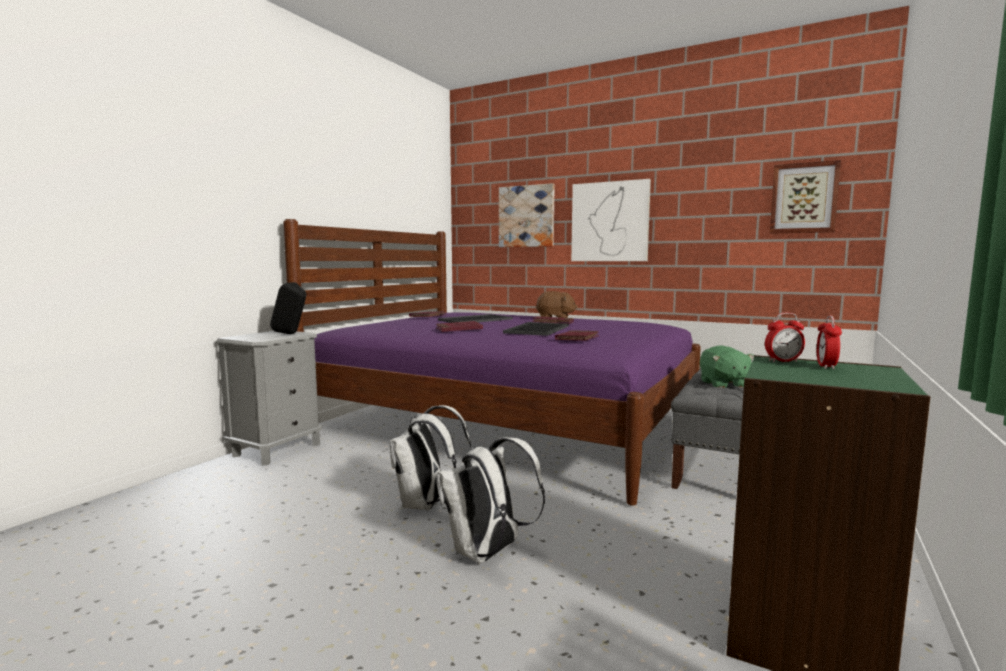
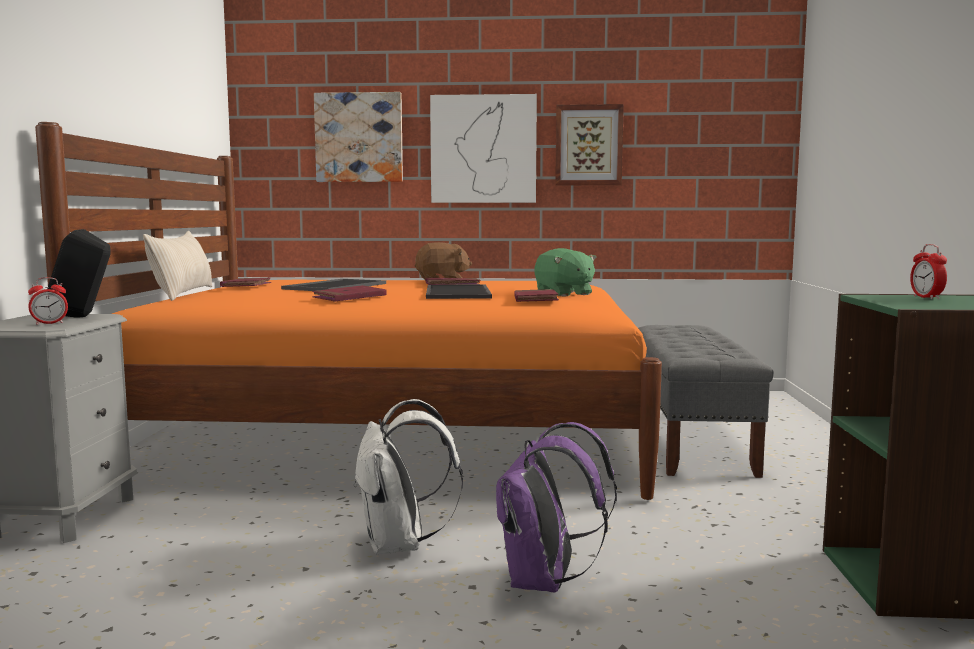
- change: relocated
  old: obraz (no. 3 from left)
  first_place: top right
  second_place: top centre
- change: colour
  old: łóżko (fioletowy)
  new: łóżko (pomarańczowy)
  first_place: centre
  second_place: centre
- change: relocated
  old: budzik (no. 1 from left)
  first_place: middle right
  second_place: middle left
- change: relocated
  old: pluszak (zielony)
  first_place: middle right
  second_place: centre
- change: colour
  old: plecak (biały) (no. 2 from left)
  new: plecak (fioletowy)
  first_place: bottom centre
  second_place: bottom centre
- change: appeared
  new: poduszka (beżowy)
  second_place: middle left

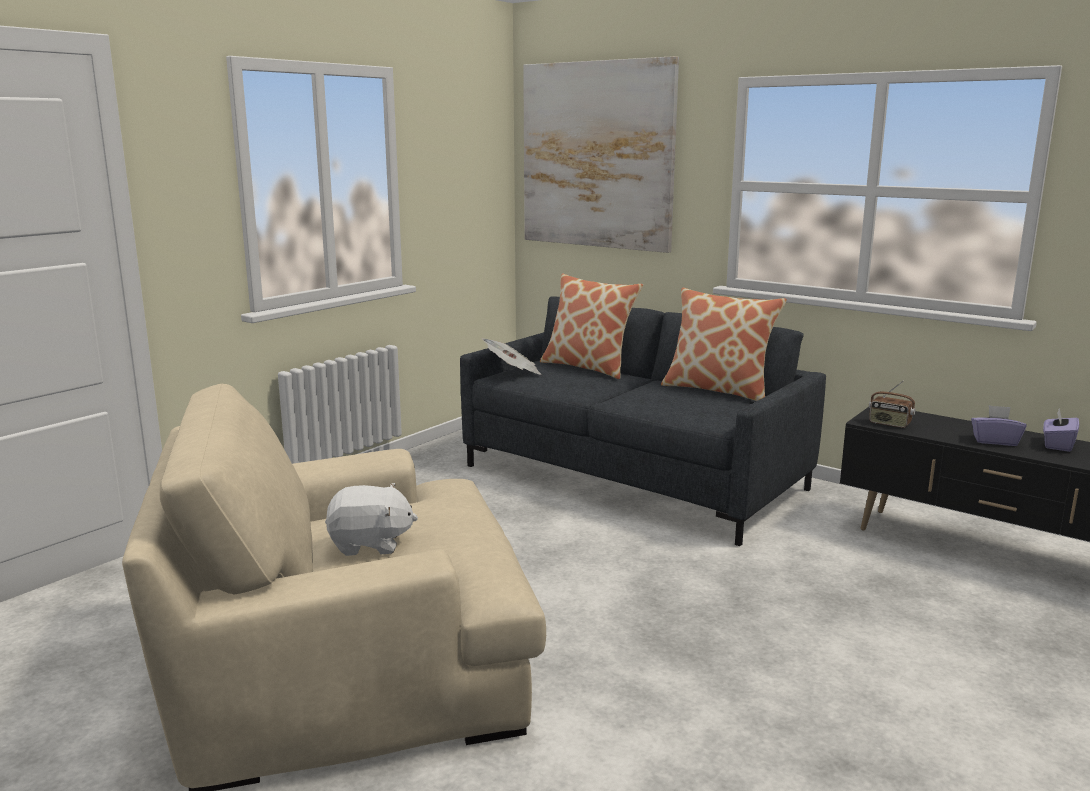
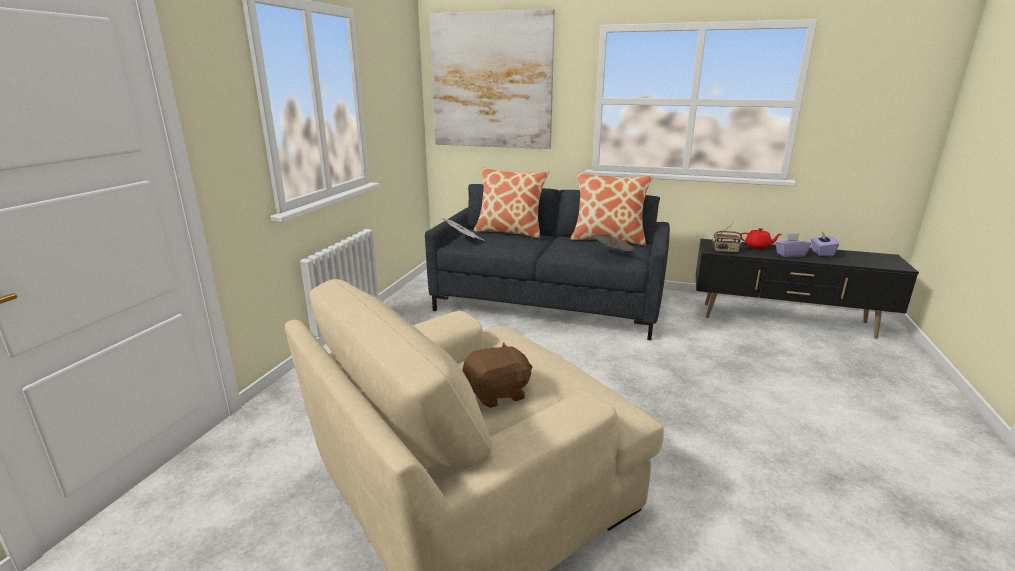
- change: colour
  old: pluszak (biały)
  new: pluszak (brązowy)
  first_place: centre
  second_place: centre
- change: appeared
  new: imbryk (czerwony)
  second_place: middle right
- change: appeared
  new: gazeta (no. 2 from left)
  second_place: centre

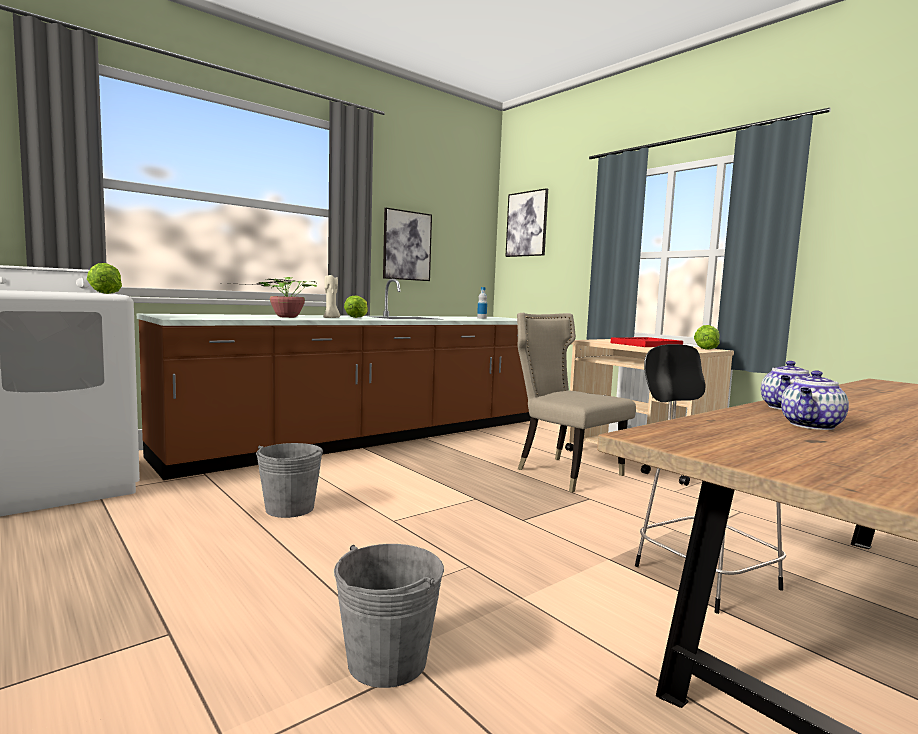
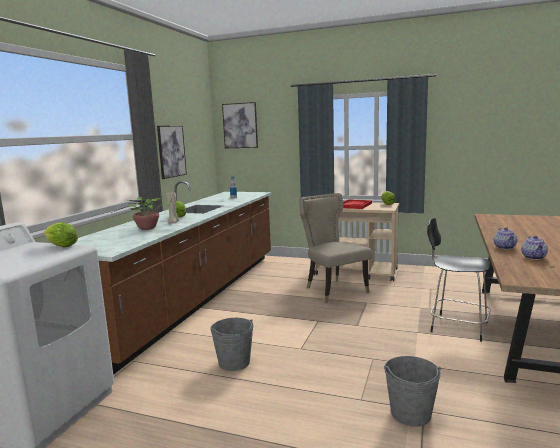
- change: spun
  old: krzesło (beżowy)
  first_place: centre
  second_place: centre
  degrees: 45

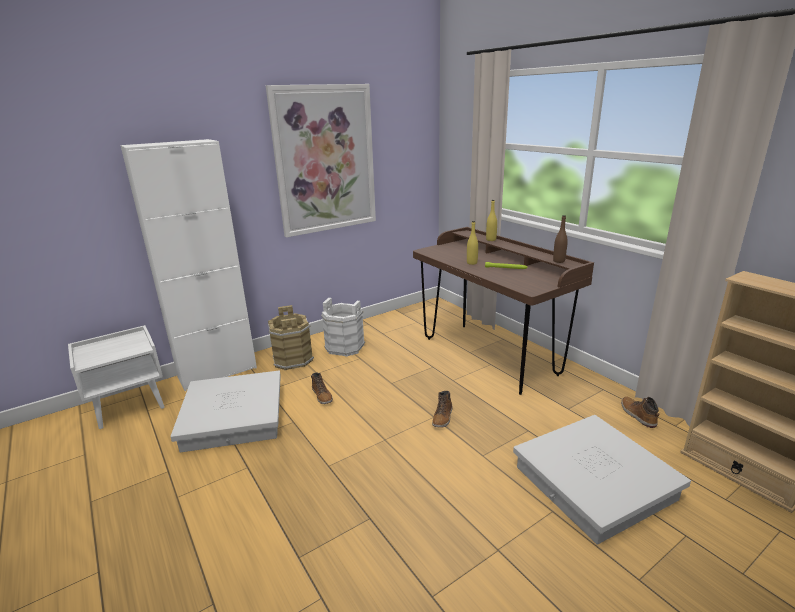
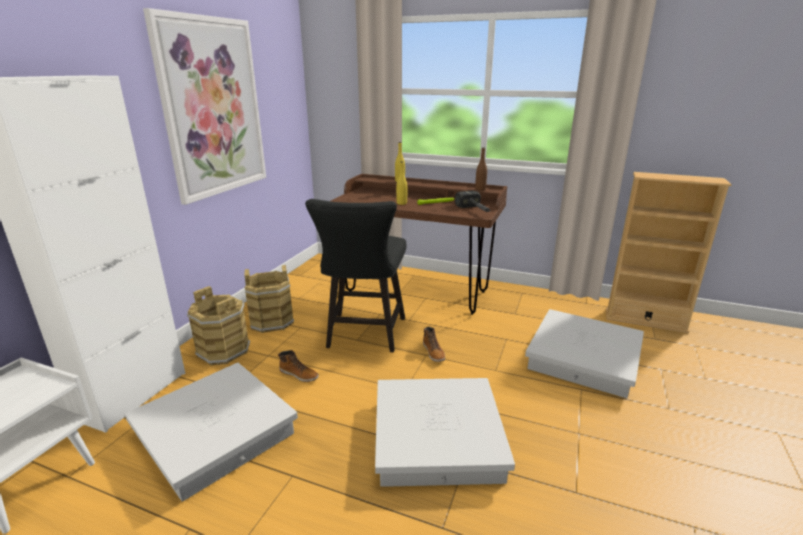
- change: colour
  old: wiadro (biały)
  new: wiadro (brązowy) (no. 2 from left)
  first_place: centre
  second_place: centre
- change: missing
  old: but z cholewką (no. 3 from left)
  first_place: bottom right
- change: appeared
  new: młotek
  second_place: centre
- change: appeared
  new: krzesło (czarny)
  second_place: centre
- change: appeared
  new: pojemnik do przechowywania (biały) (no. 2 from left)
  second_place: bottom centre

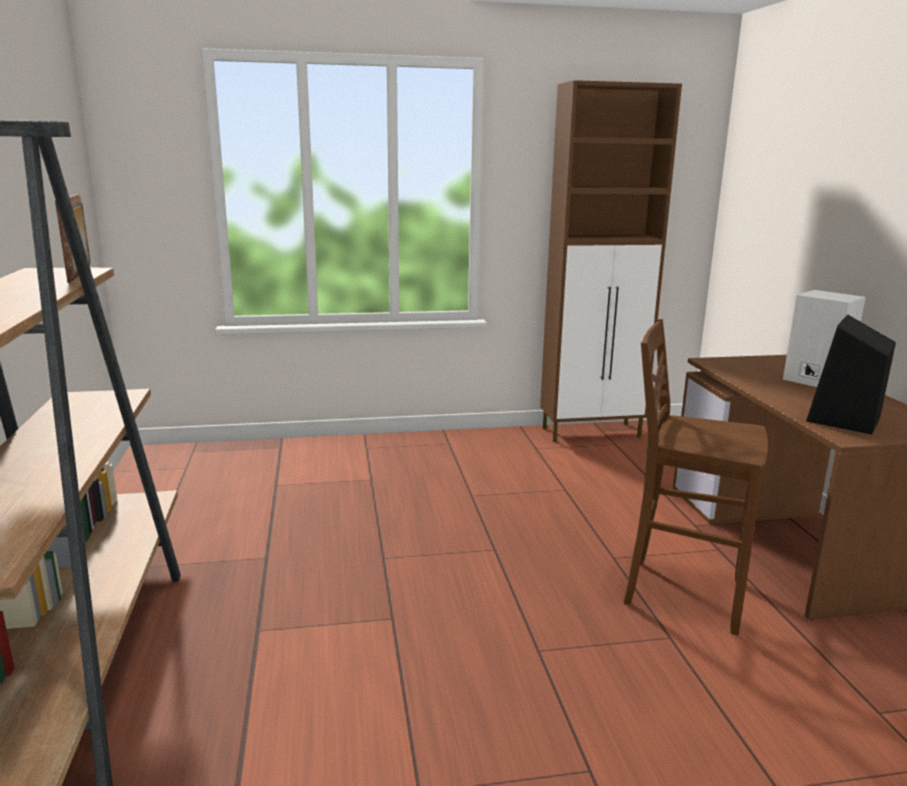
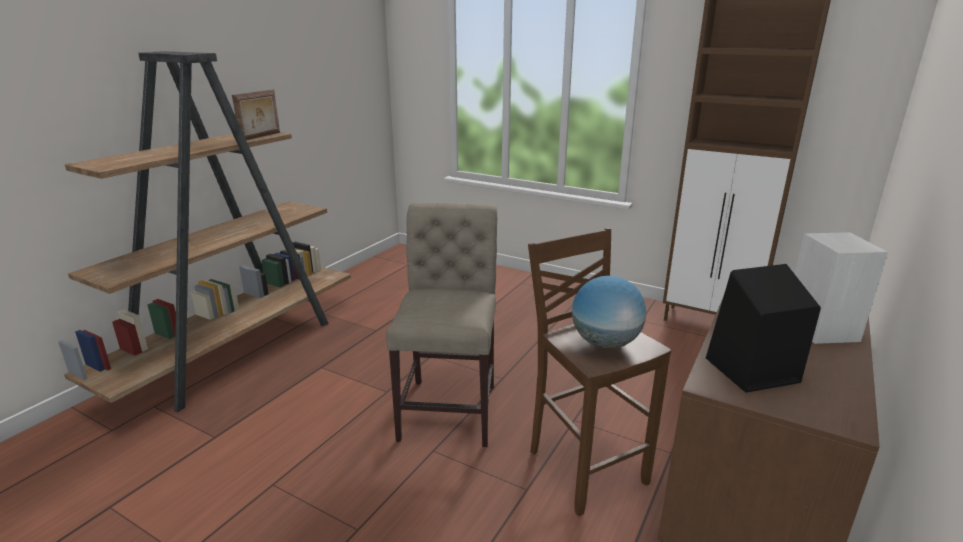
- change: appeared
  new: krzesło (beżowy)
  second_place: centre
- change: appeared
  new: globus
  second_place: centre

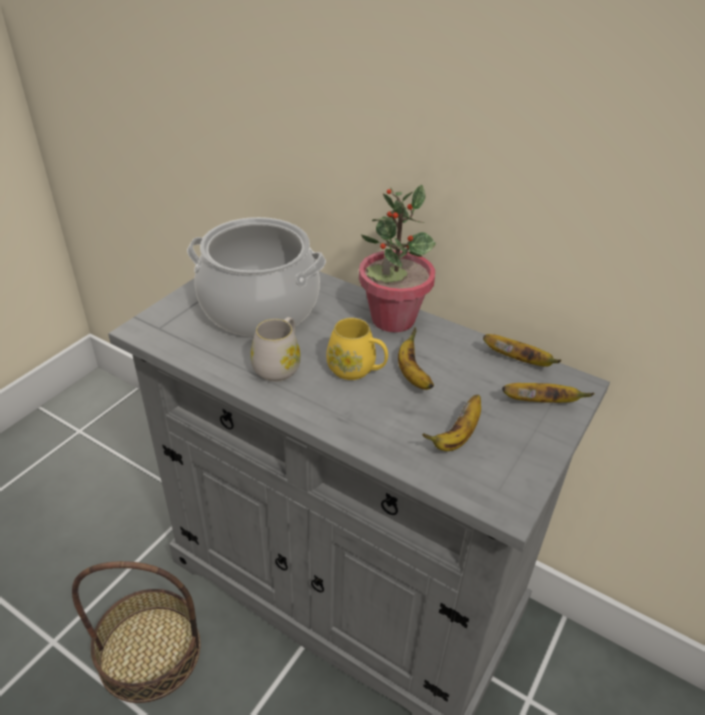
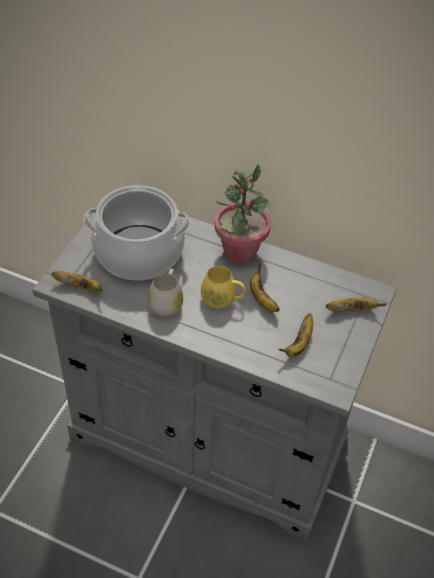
- change: relocated
  old: banan (no. 3 from left in the first image)
  new: banan (no. 1 from left)
  first_place: middle right
  second_place: middle left
- change: missing
  old: koszyk
  first_place: bottom left

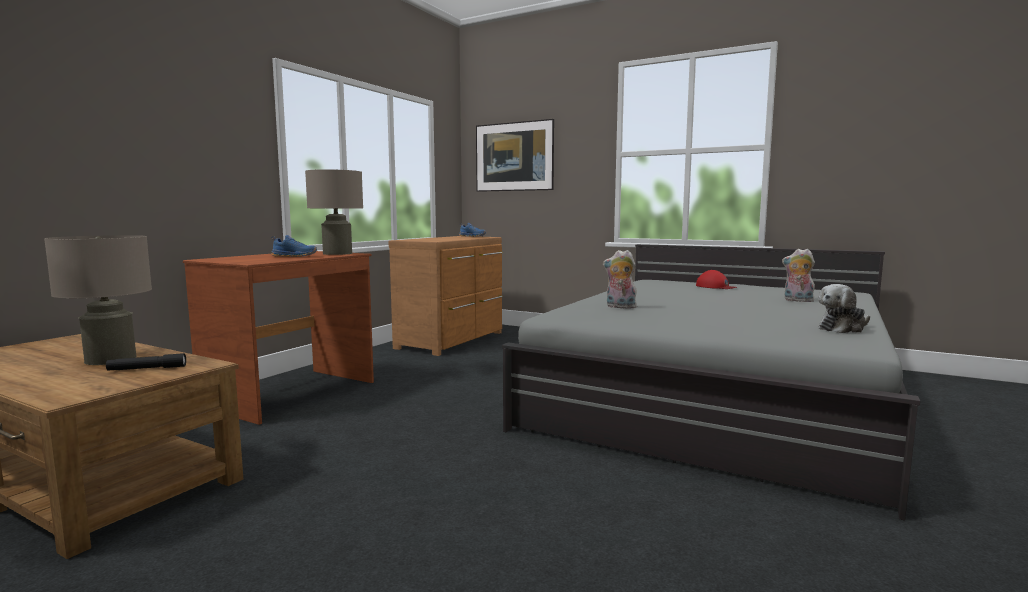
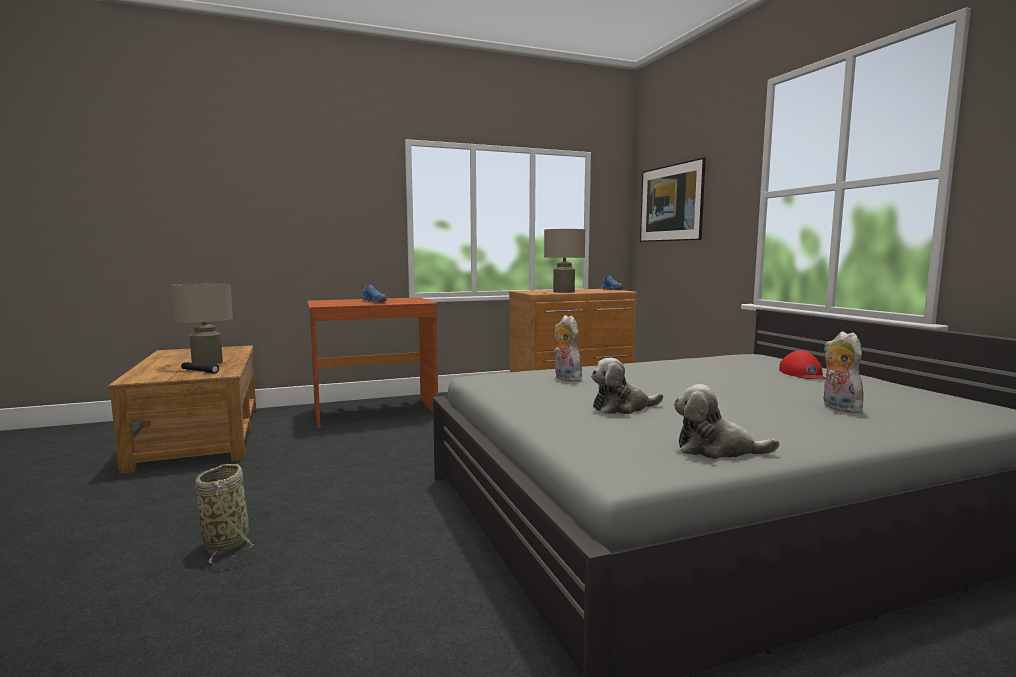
- change: relocated
  old: lampa stołowa (beżowy) (no. 2 from left)
  first_place: middle left
  second_place: centre
- change: appeared
  new: pluszak (no. 2 from left)
  second_place: centre
- change: appeared
  new: koszyk
  second_place: bottom left

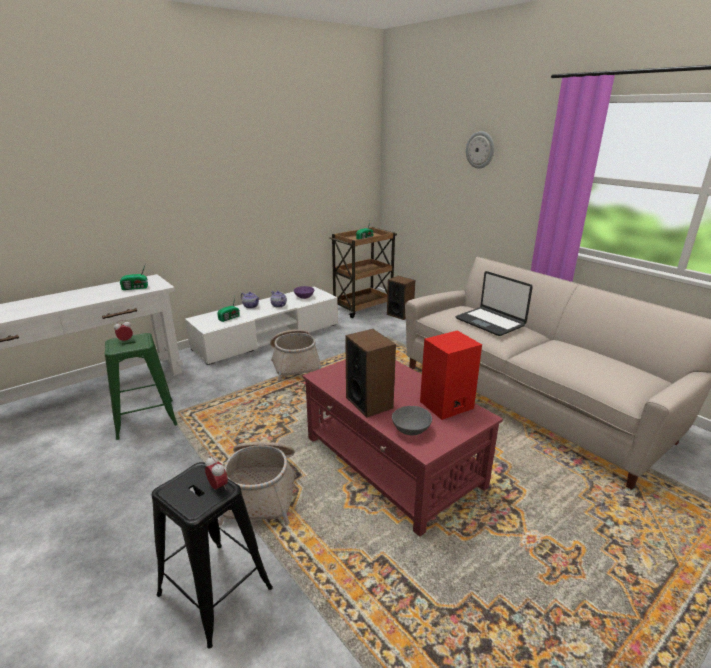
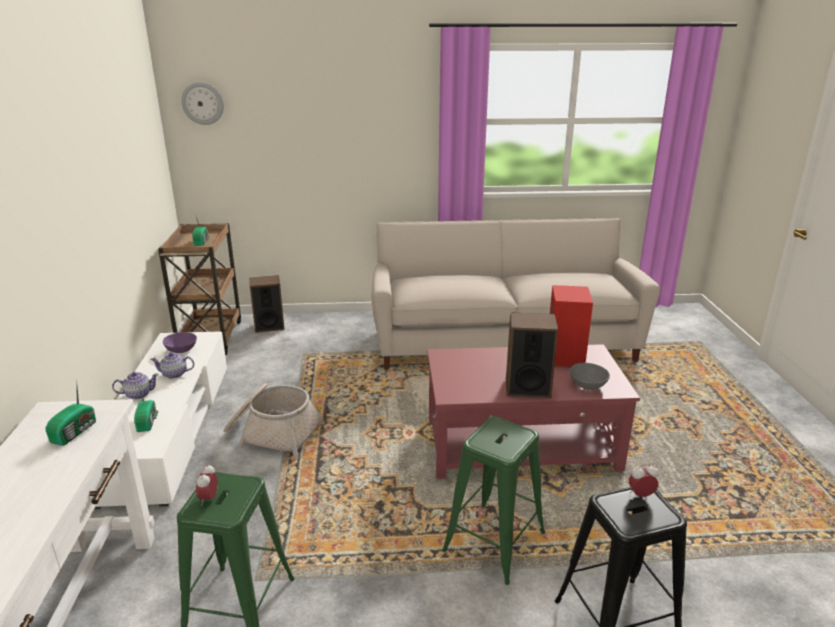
- change: relocated
  old: zegar ścienny
  first_place: top right
  second_place: top left
- change: missing
  old: laptop
  first_place: middle right
- change: exchanged
  old: koszyk (no. 1 from left)
  new: stołek (zielony) (no. 2 from left)
  first_place: bottom centre
  second_place: bottom centre

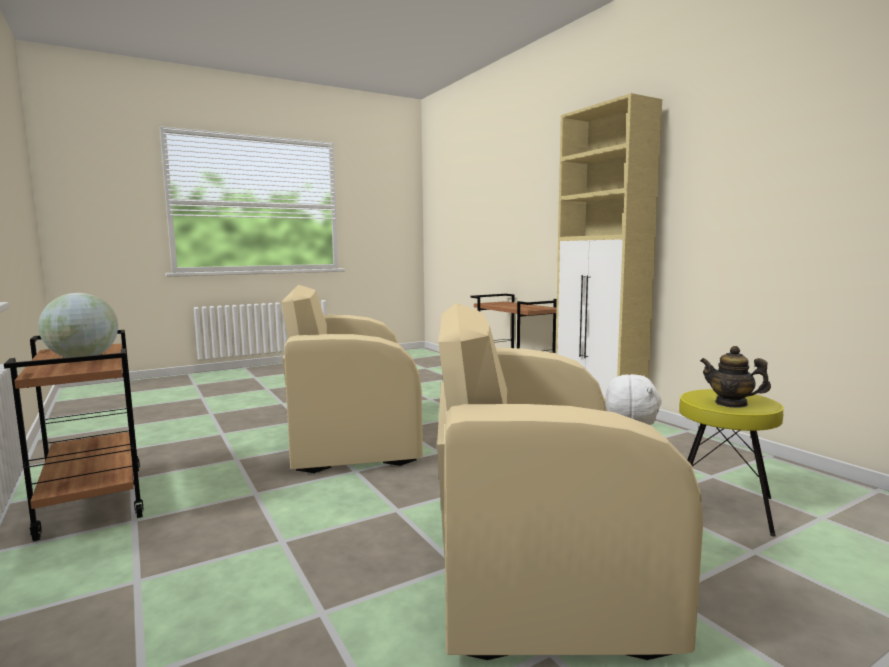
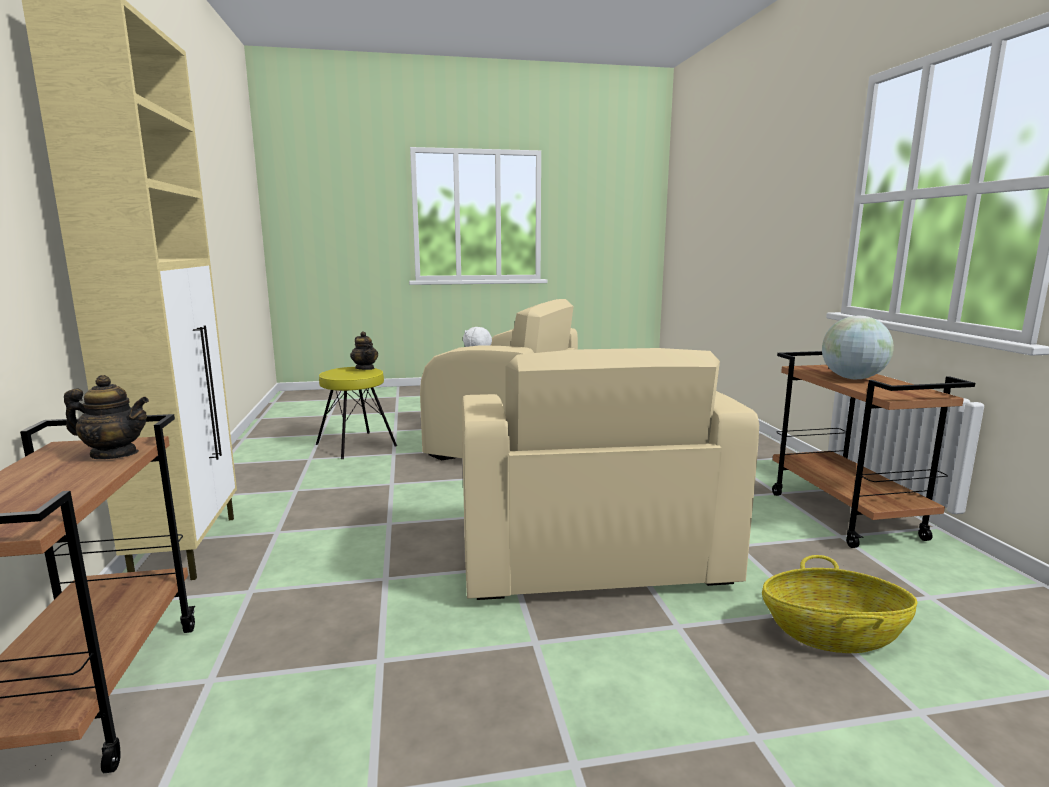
- change: spun
  old: fotel (beżowy) (no. 1 from left in the first image)
  first_place: centre
  second_place: centre
  degrees: 75
- change: appeared
  new: imbryk (no. 1 from left)
  second_place: middle left
- change: appeared
  new: koszyk
  second_place: bottom right

